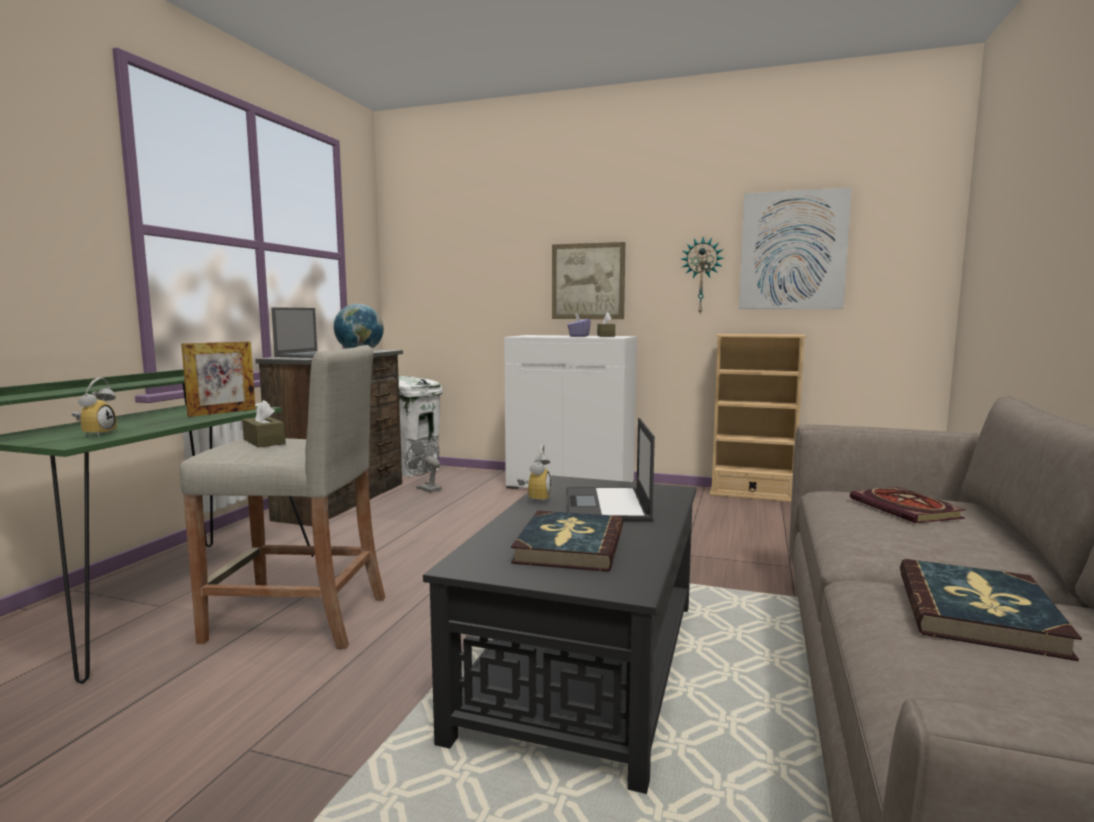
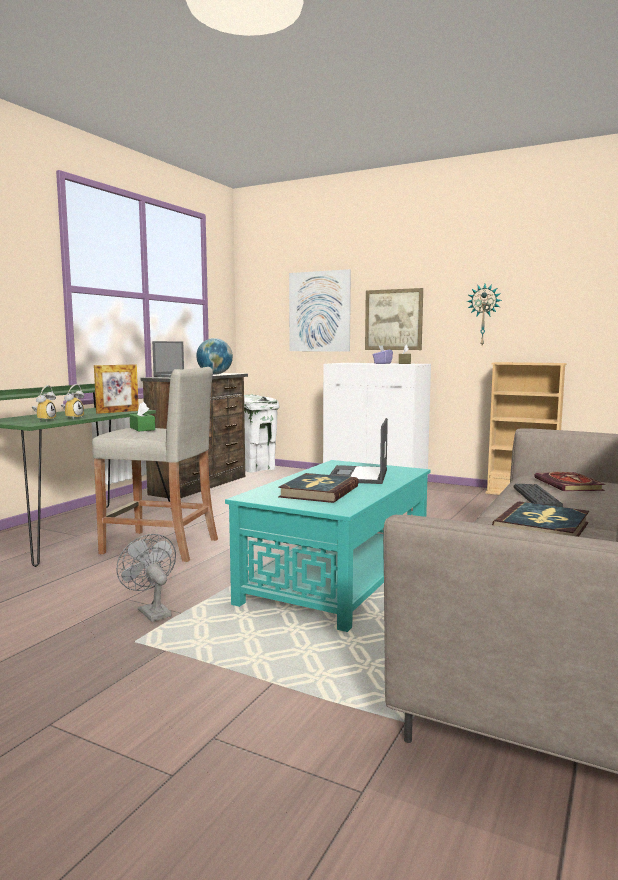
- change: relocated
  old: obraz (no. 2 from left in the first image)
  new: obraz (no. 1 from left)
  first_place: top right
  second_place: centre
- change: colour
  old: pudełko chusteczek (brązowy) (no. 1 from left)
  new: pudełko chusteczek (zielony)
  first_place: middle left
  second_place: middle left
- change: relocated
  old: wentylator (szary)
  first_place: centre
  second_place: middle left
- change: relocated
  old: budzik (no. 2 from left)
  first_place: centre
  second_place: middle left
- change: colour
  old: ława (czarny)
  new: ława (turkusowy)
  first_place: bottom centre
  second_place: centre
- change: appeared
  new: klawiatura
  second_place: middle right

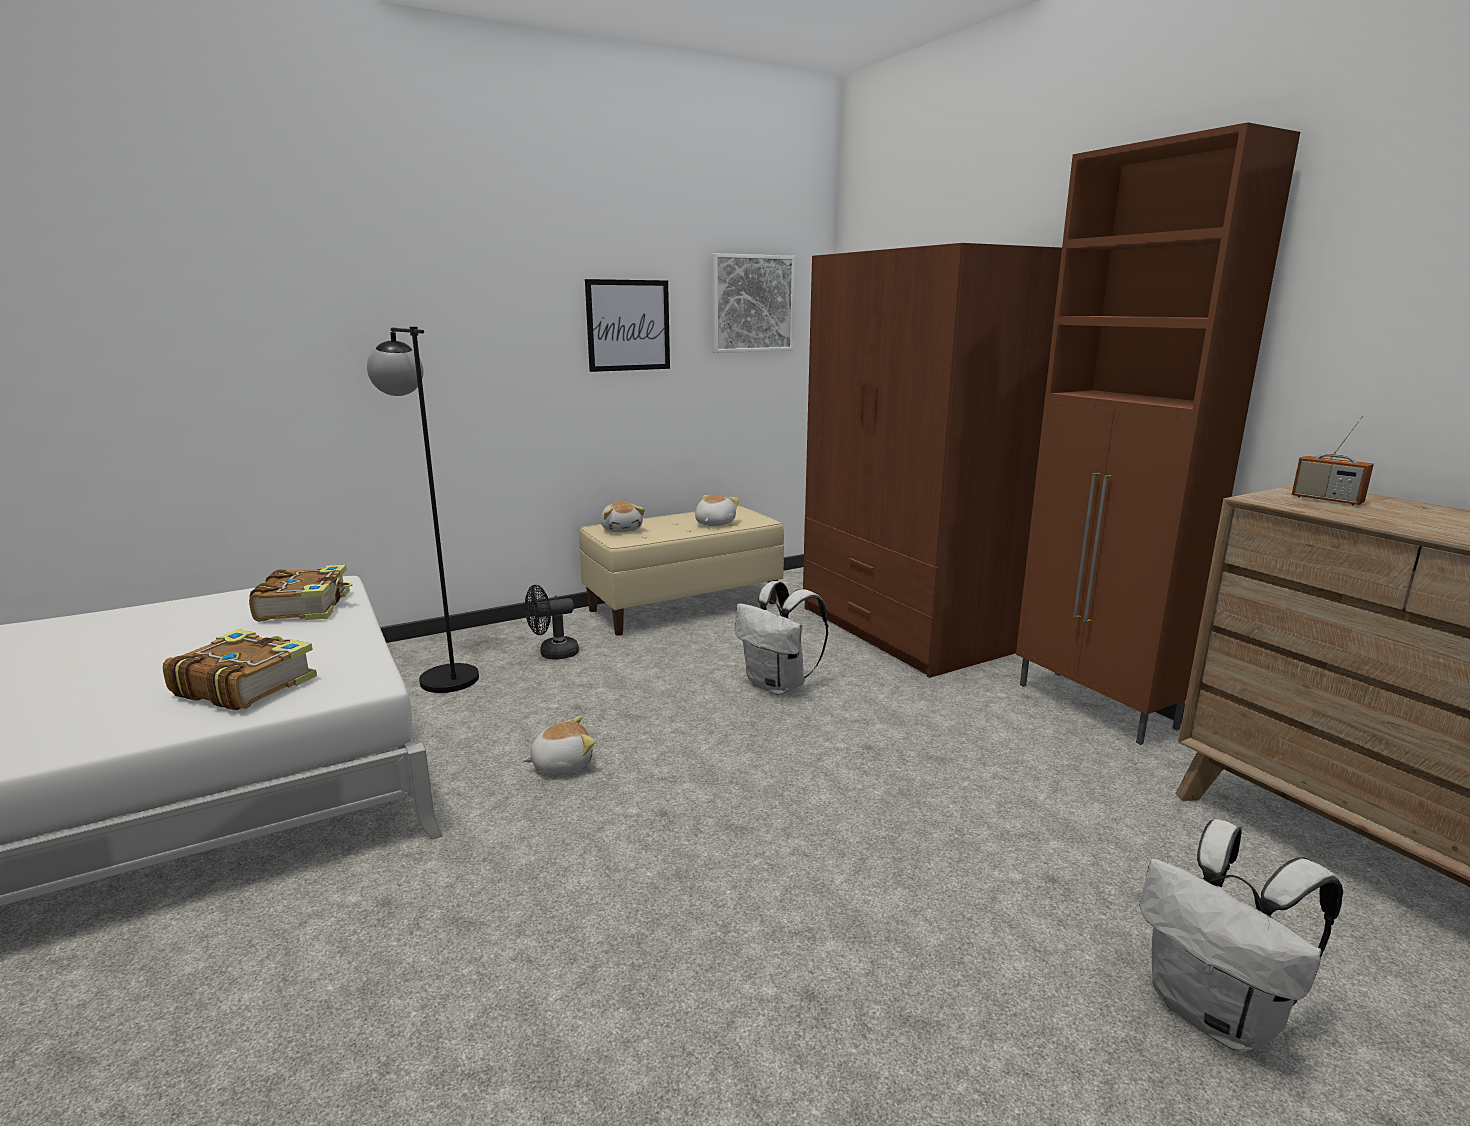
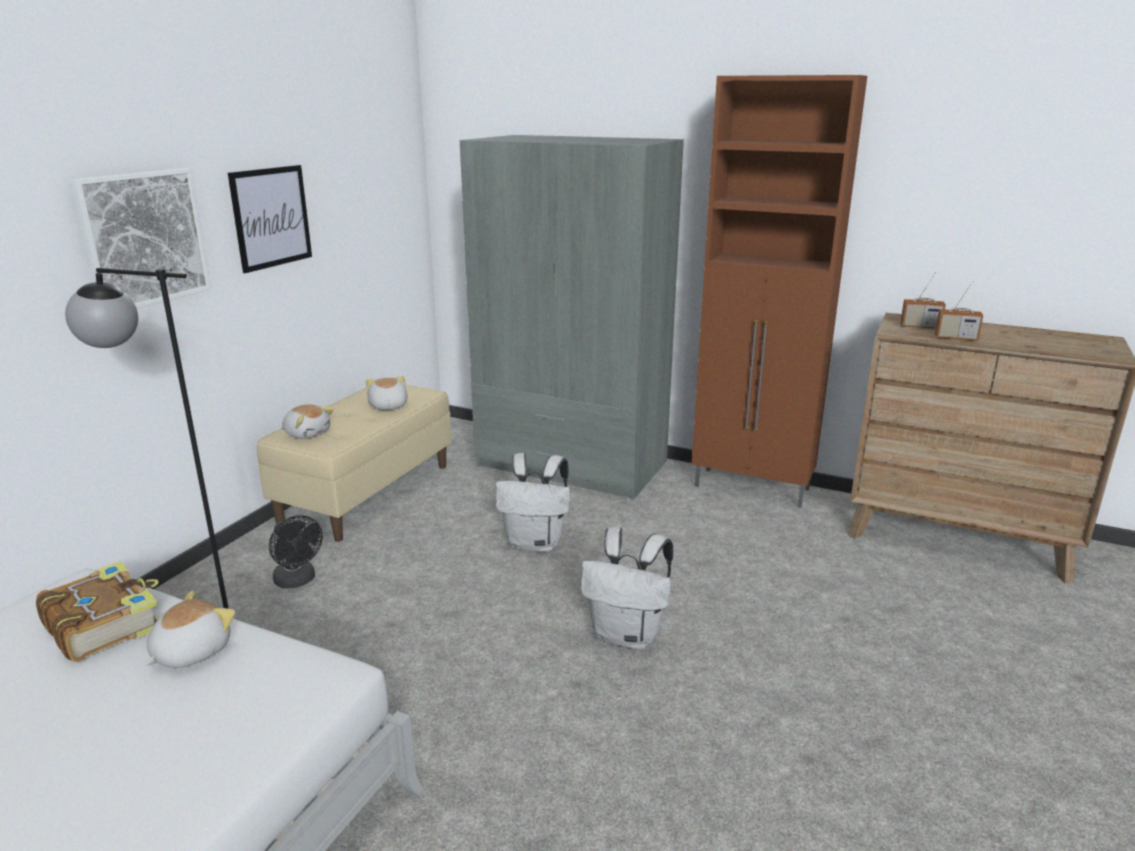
- change: colour
  old: szafa (brązowy)
  new: szafa (szary)
  first_place: centre
  second_place: centre
- change: relocated
  old: obraz (no. 2 from left in the first image)
  new: obraz (no. 1 from left)
  first_place: top centre
  second_place: top left
- change: spun
  old: wentylator (czarny)
  first_place: centre
  second_place: middle left
  degrees: -75
- change: missing
  old: książka (no. 1 from left)
  first_place: middle left
- change: relocated
  old: pluszak (no. 1 from left)
  first_place: centre
  second_place: bottom left
- change: relocated
  old: plecak (biały) (no. 2 from left)
  first_place: bottom right
  second_place: bottom centre
- change: appeared
  new: radio (no. 2 from left)
  second_place: middle right

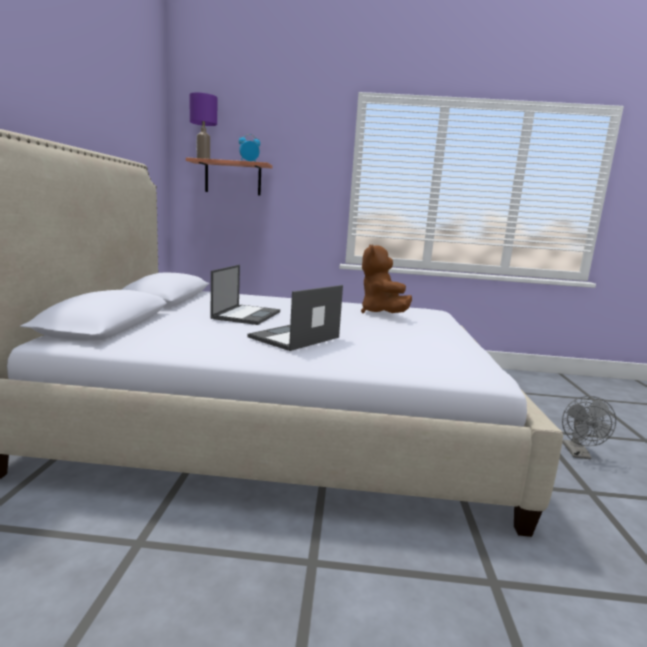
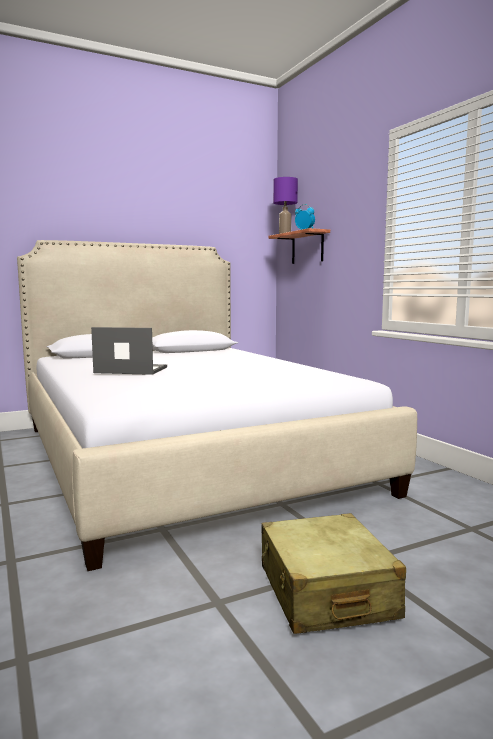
- change: missing
  old: pluszak (brązowy)
  first_place: centre
- change: missing
  old: laptop (no. 1 from left)
  first_place: centre
- change: exchanged
  old: wentylator (szary)
  new: walizka (beżowy)
  first_place: middle right
  second_place: bottom right

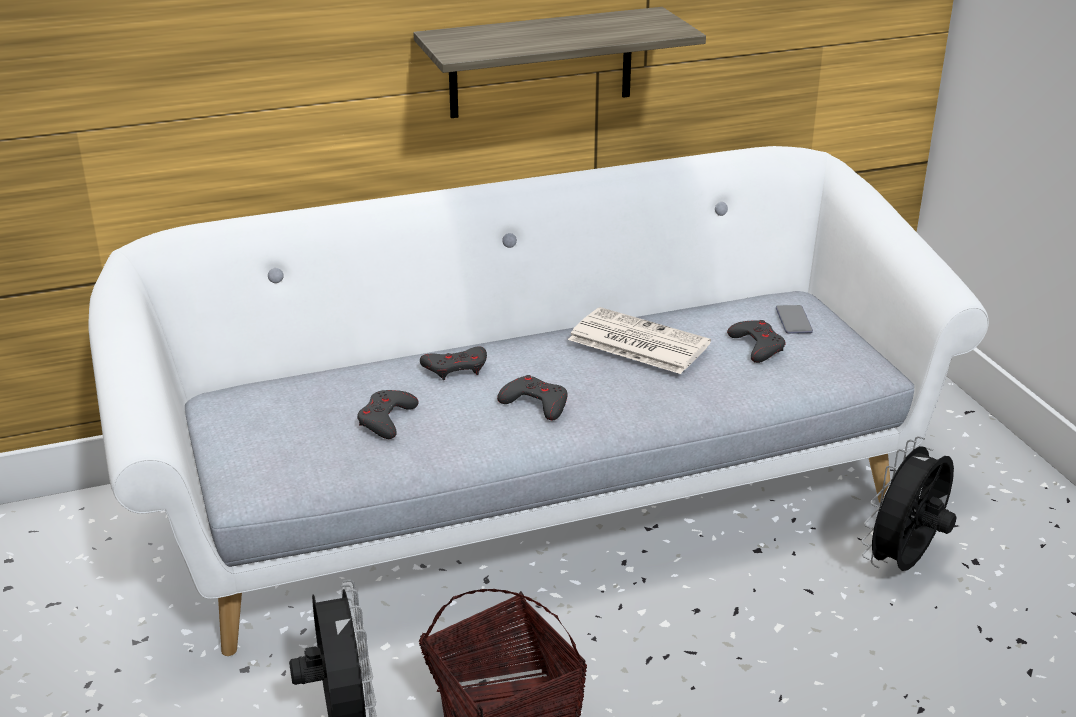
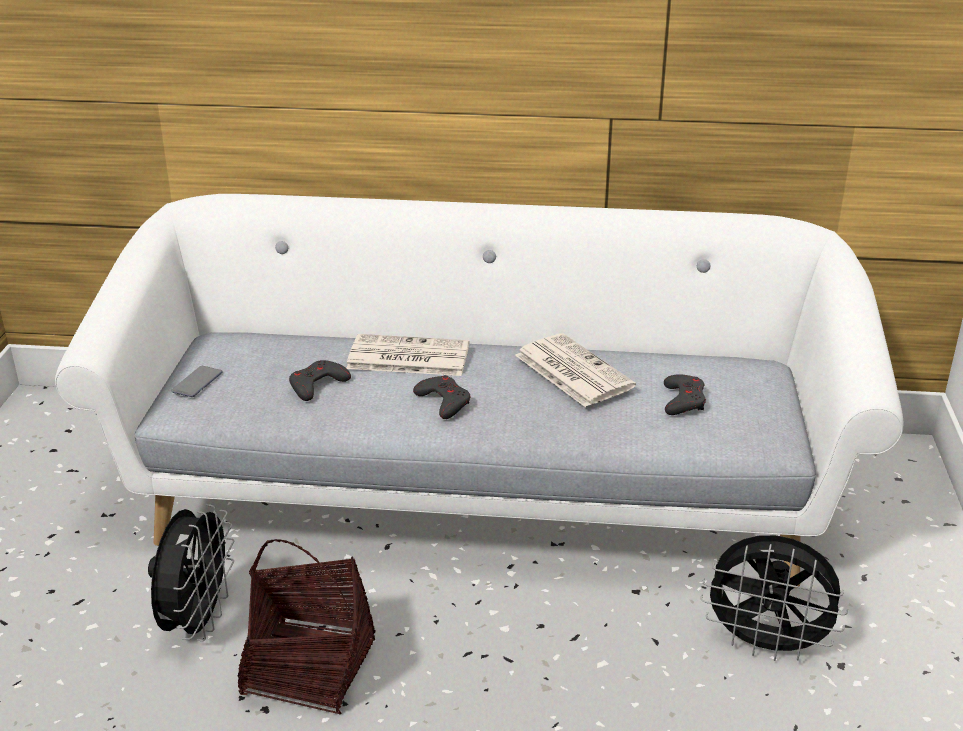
- change: missing
  old: półka
  first_place: top centre
- change: relocated
  old: telefon
  first_place: middle right
  second_place: middle left
- change: exchanged
  old: pad do gier (szary) (no. 2 from left)
  new: gazeta (no. 1 from left)
  first_place: centre
  second_place: centre
- change: spun
  old: wentylator (czarny) (no. 2 from left)
  first_place: bottom right
  second_place: bottom right
  degrees: -135

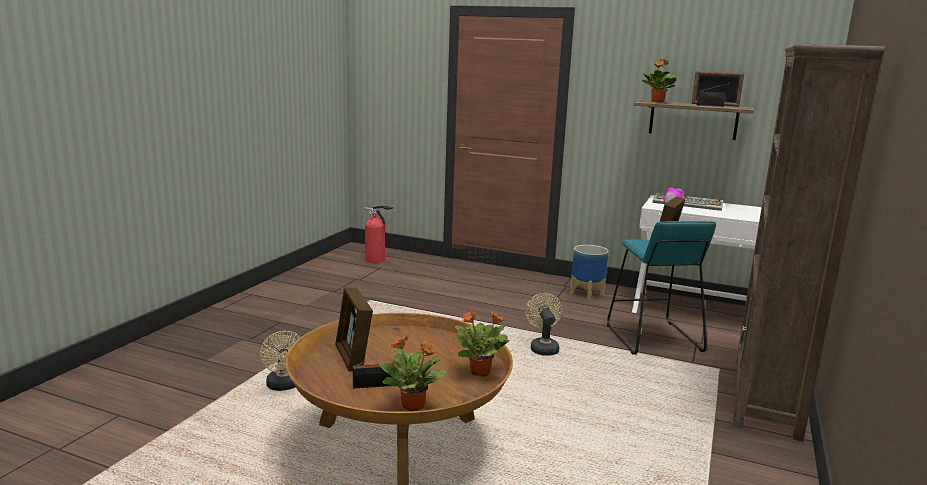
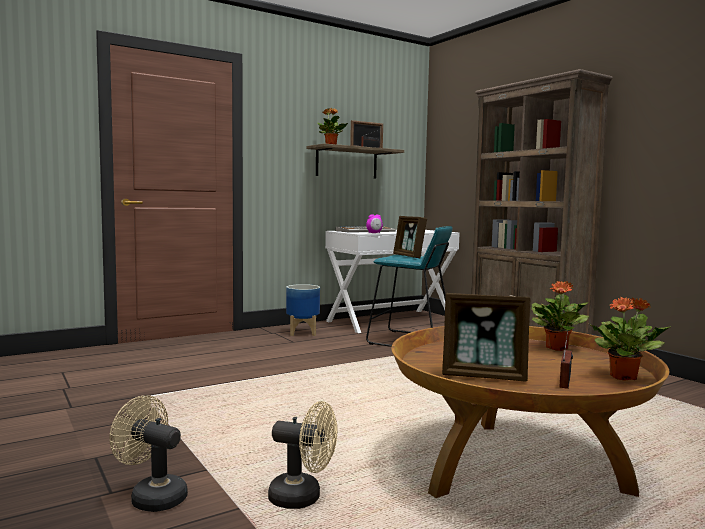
- change: missing
  old: gaśnica
  first_place: centre
- change: relocated
  old: wentylator (beżowy) (no. 2 from left in the first image)
  new: wentylator (beżowy) (no. 1 from left)
  first_place: bottom centre
  second_place: bottom left

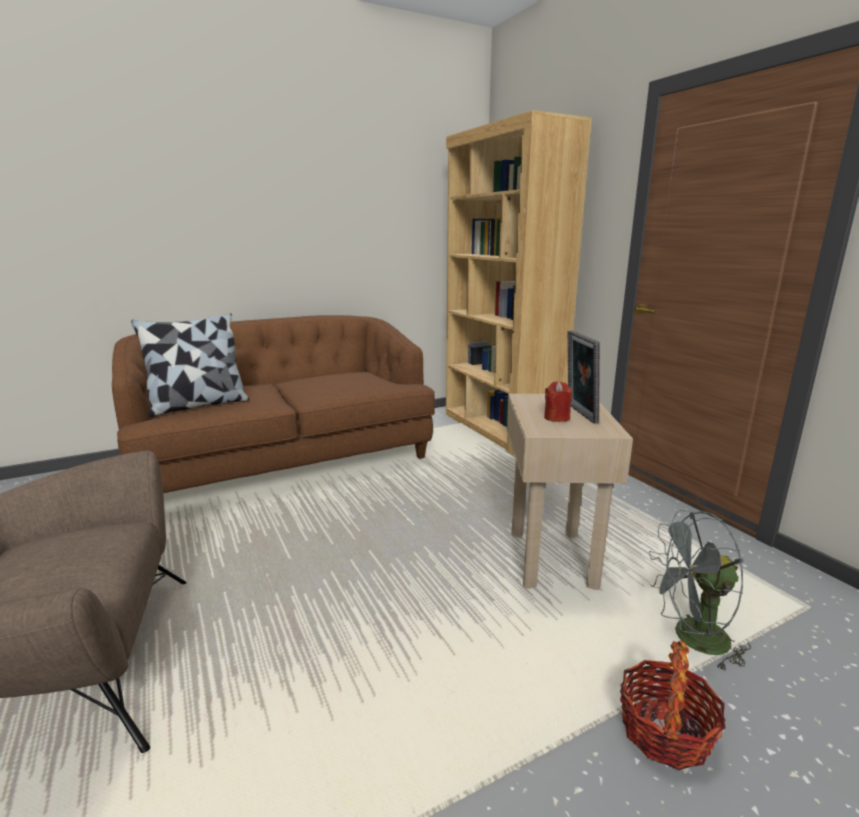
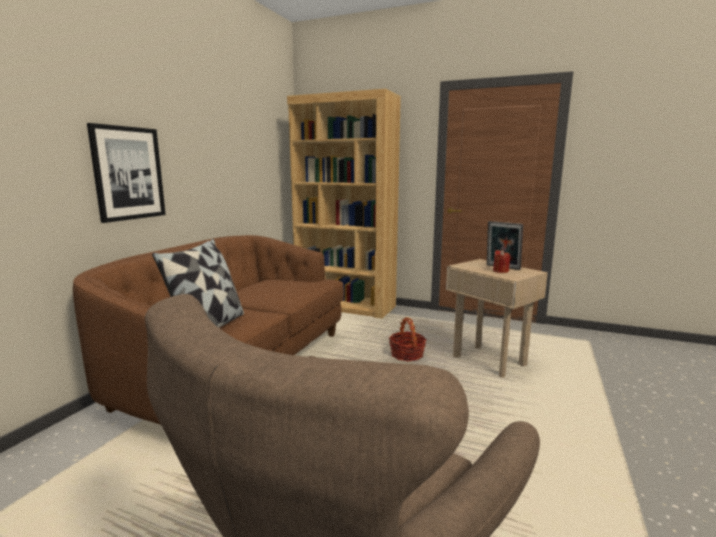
- change: missing
  old: wentylator (szary)
  first_place: bottom right
- change: relocated
  old: koszyk
  first_place: bottom right
  second_place: centre
- change: appeared
  new: obraz
  second_place: top left

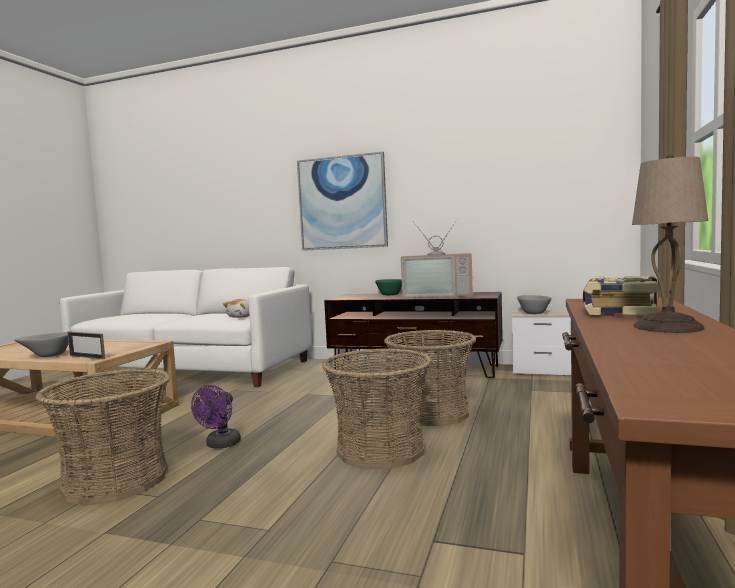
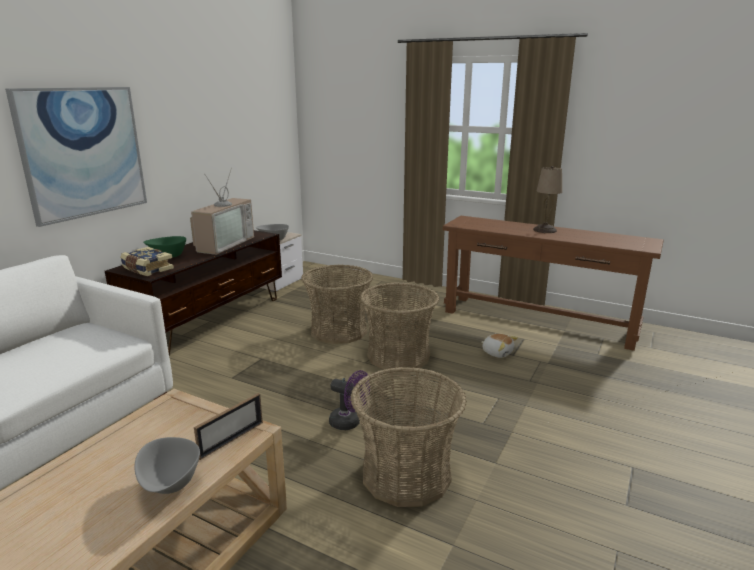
- change: relocated
  old: książka
  first_place: middle right
  second_place: middle left
- change: relocated
  old: pluszak
  first_place: middle left
  second_place: centre

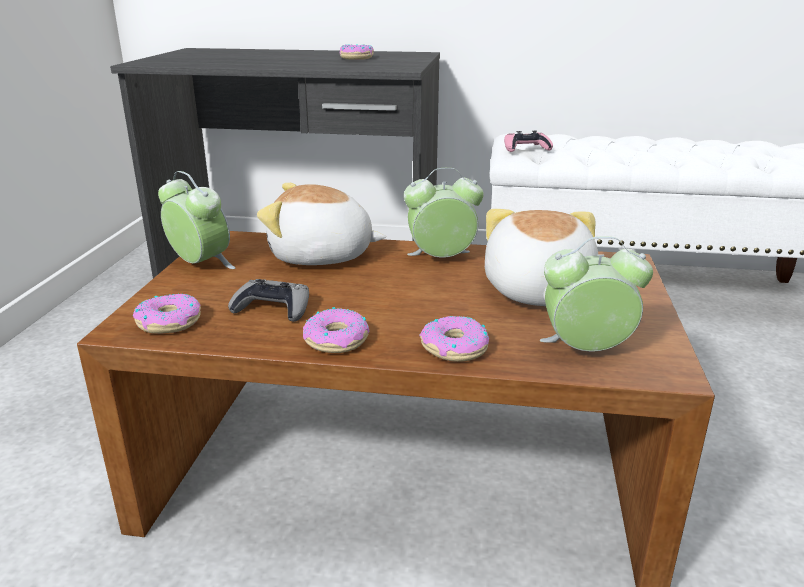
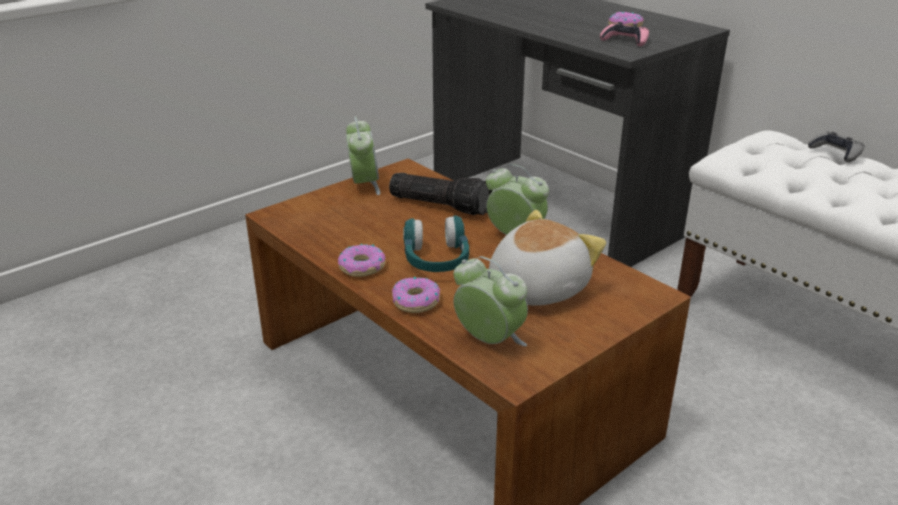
- change: relocated
  old: pad do gier (różowy)
  first_place: top centre
  second_place: top right
- change: exchanged
  old: pluszak (no. 1 from left)
  new: latarka
  first_place: centre
  second_place: centre
- change: relocated
  old: pad do gier (szary)
  first_place: centre
  second_place: top right
- change: missing
  old: donut (no. 1 from left)
  first_place: middle left
- change: appeared
  new: słuchawki (turkusowy)
  second_place: centre

